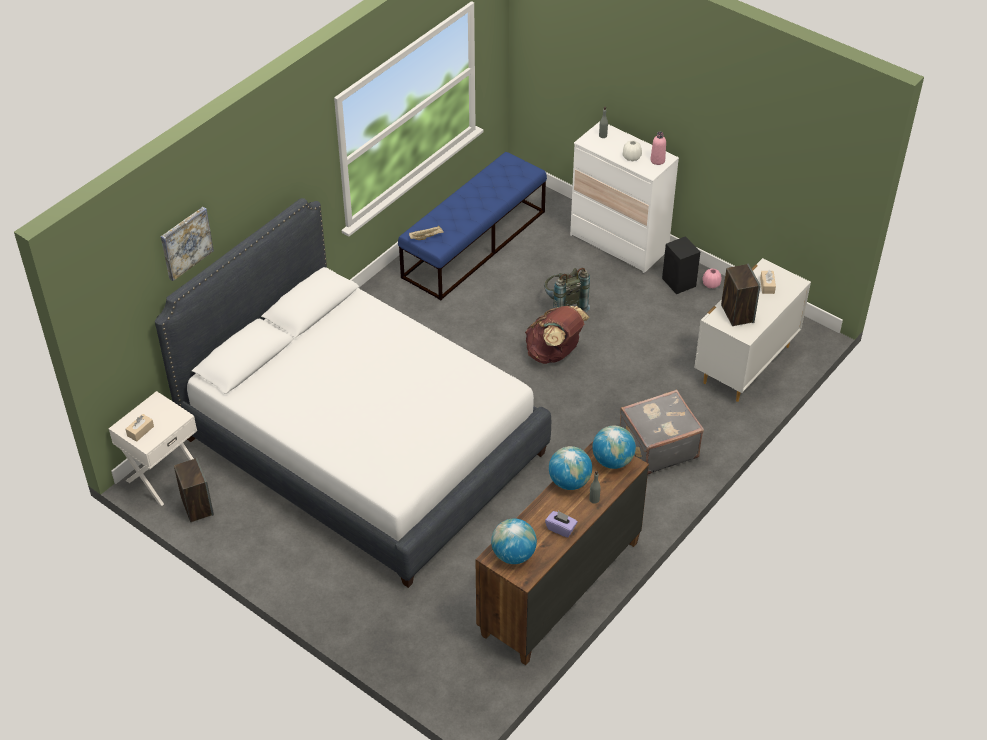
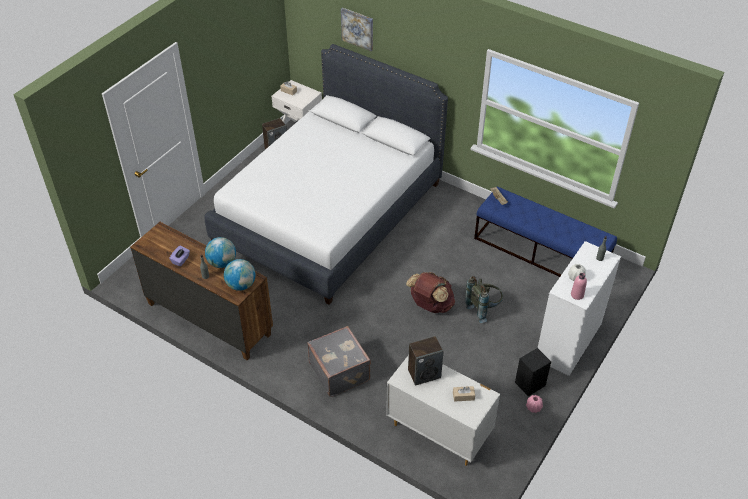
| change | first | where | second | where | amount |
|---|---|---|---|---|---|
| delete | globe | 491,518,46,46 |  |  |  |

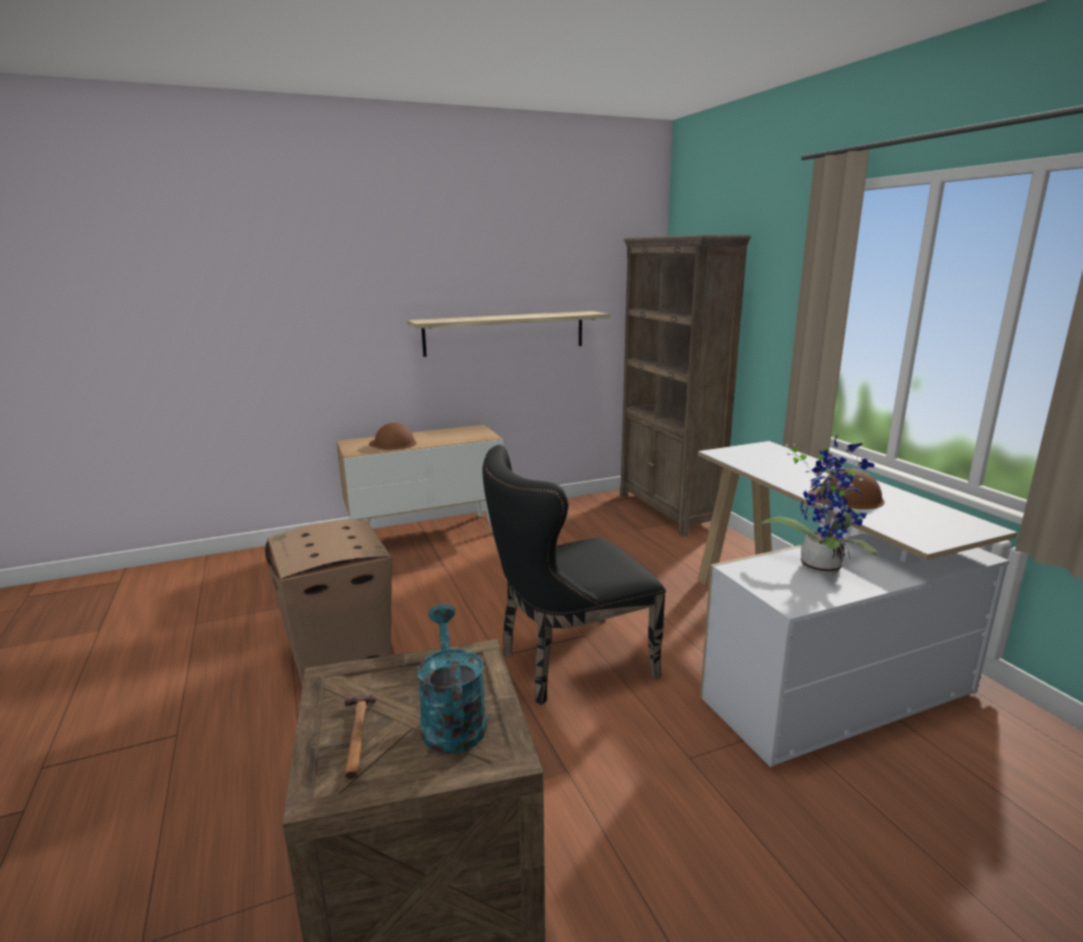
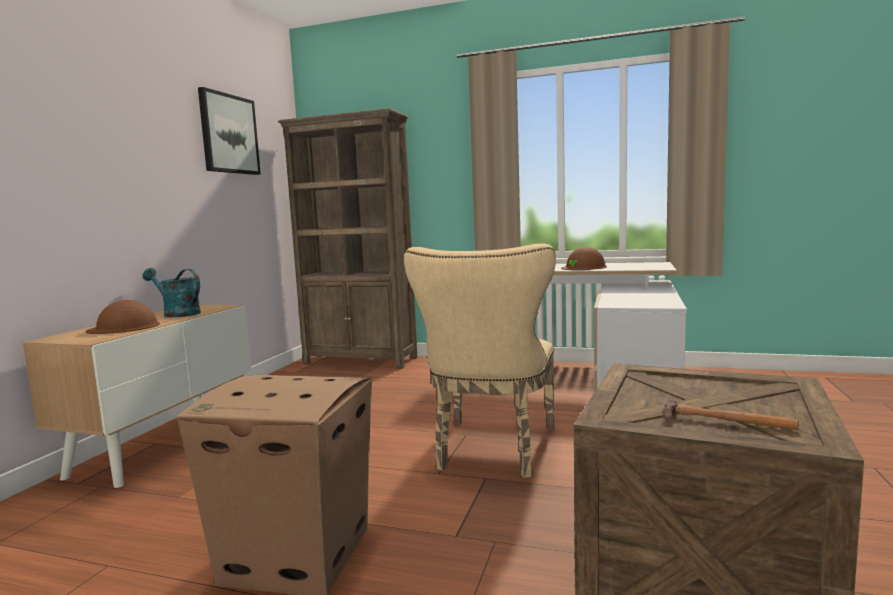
| change | first | where | second | where | amount |
|---|---|---|---|---|---|
| delete | shelf | 407,311,203,46 |  |  |  |
| delete | potted plant | 761,434,117,141 |  |  |  |
| insert |  |  | picture | 198,87,63,88 |  |
| move | turquoise watering can | 417,604,70,150 |  | 142,268,59,49 |  |
| recolor | black chair | 482,445,184,260 | beige chair | 404,244,152,234 |  |

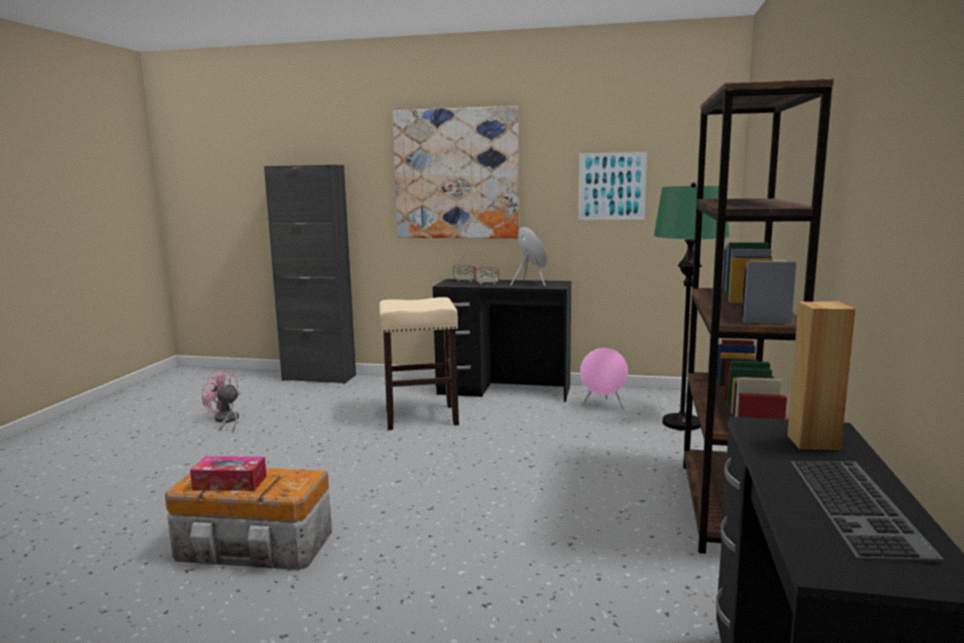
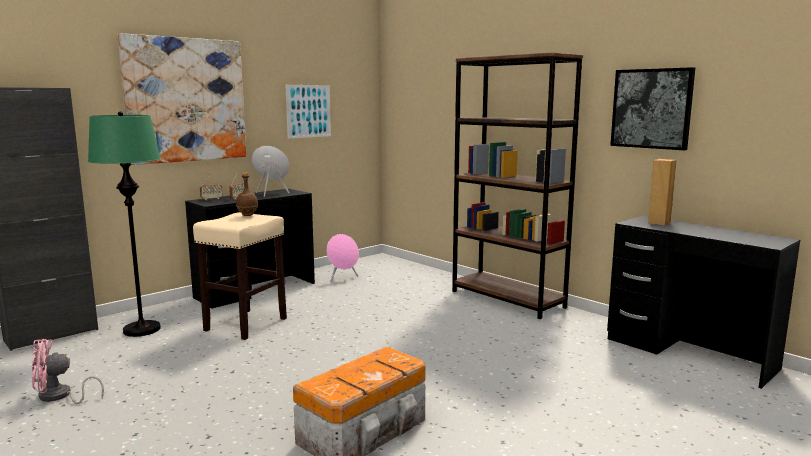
| change | first | where | second | where | amount |
|---|---|---|---|---|---|
| delete | tissue box | 190,456,77,35 |  |  |  |
| delete | keyboard | 791,461,153,101 |  |  |  |
| insert |  |  | brown bottle | 236,173,22,43 |  |
| insert |  |  | picture | 610,67,85,83 |  |
| move | green floor lamp | 654,182,76,249 |  | 88,111,73,226 |  |

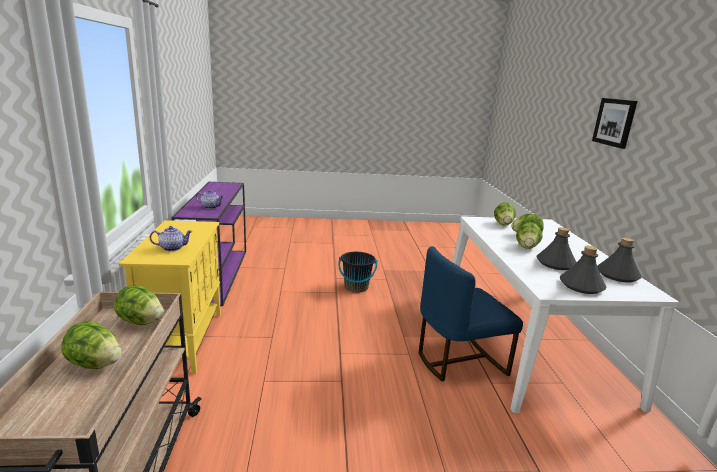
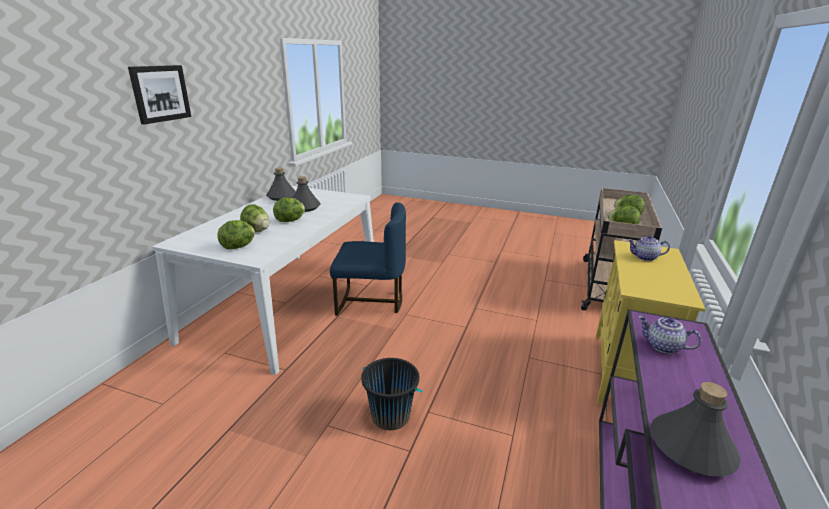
| change | first | where | second | where | amount |
|---|---|---|---|---|---|
| move | grey bottle | 560,246,46,48 |  | 650,382,91,95 |  |

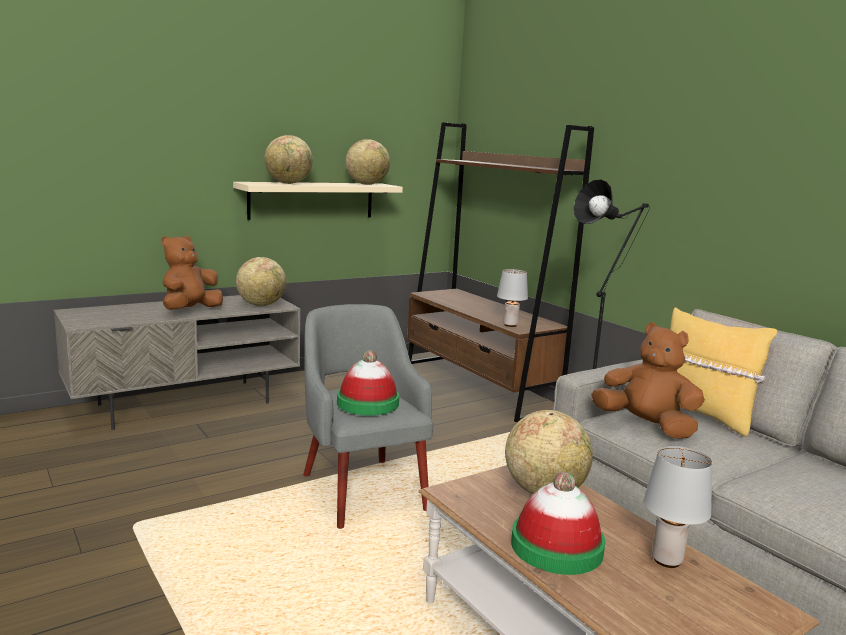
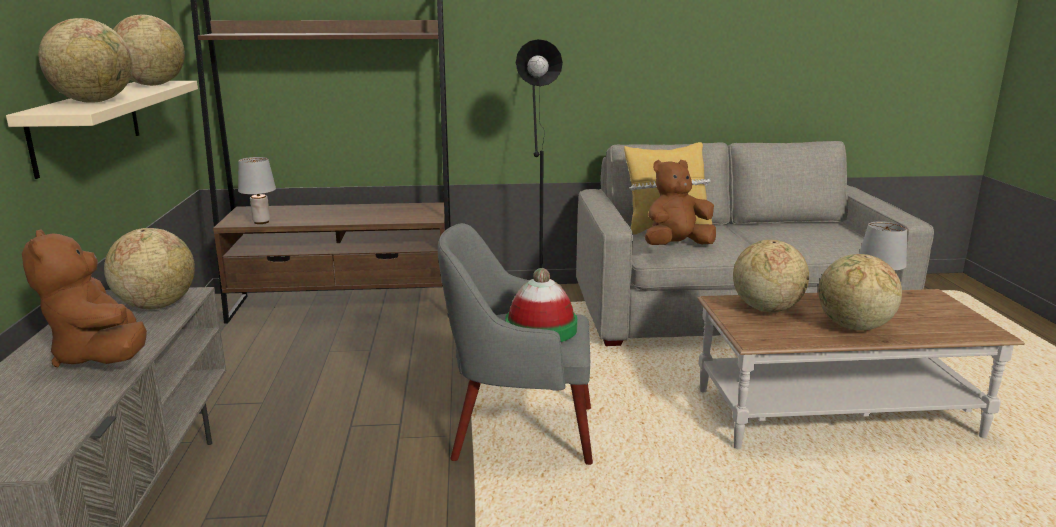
| change | first | where | second | where | amount |
|---|---|---|---|---|---|
| move | grey table lamp | 497,269,31,58 |  | 238,157,38,67 |  |
| replace | hat | 511,471,95,104 | globe | 818,254,84,77 |  |

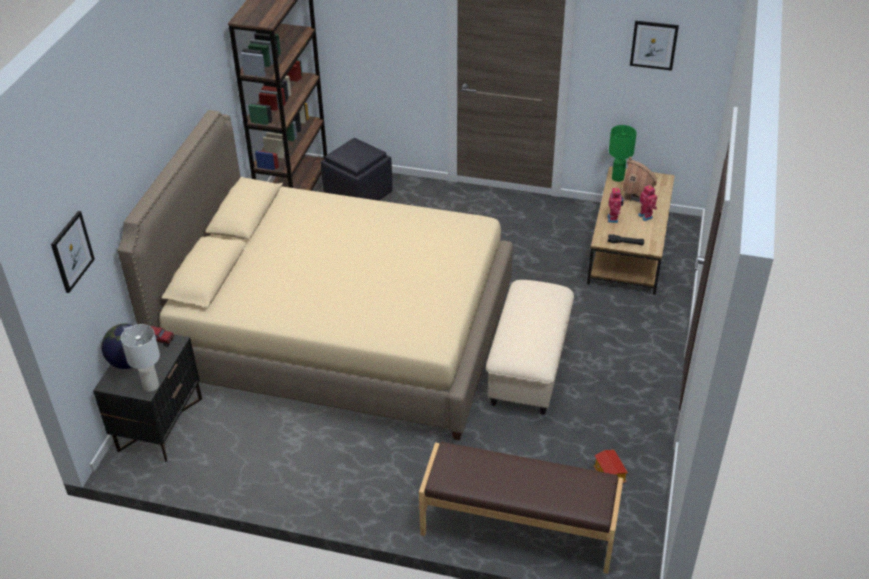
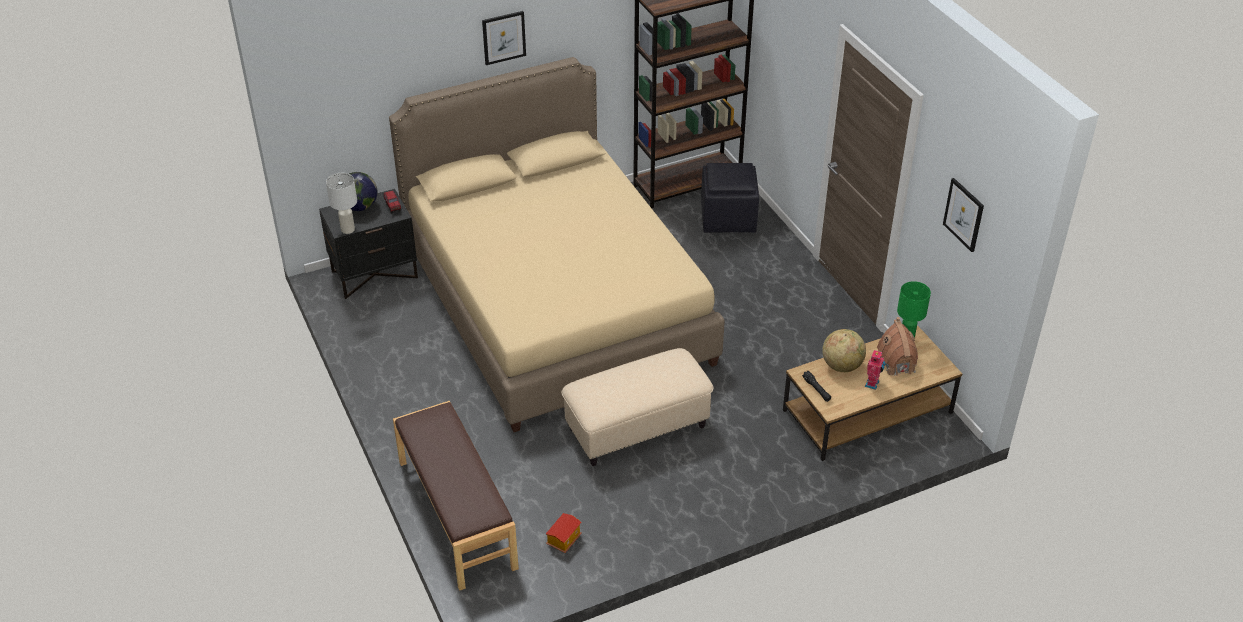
| change | first | where | second | where | amount |
|---|---|---|---|---|---|
| move | picture | 51,211,44,82 |  | 482,11,44,54 |  |
| replace | toy robot | 607,188,17,35 | globe | 822,329,44,43 |  |

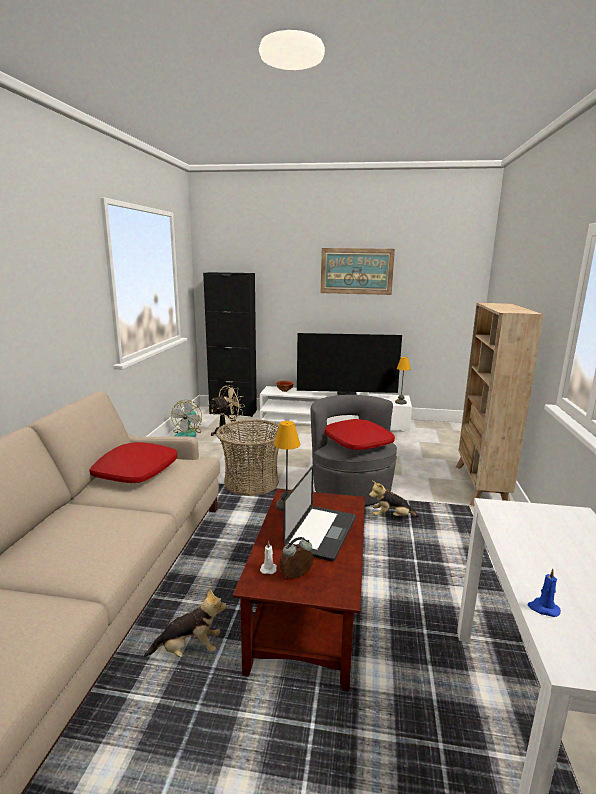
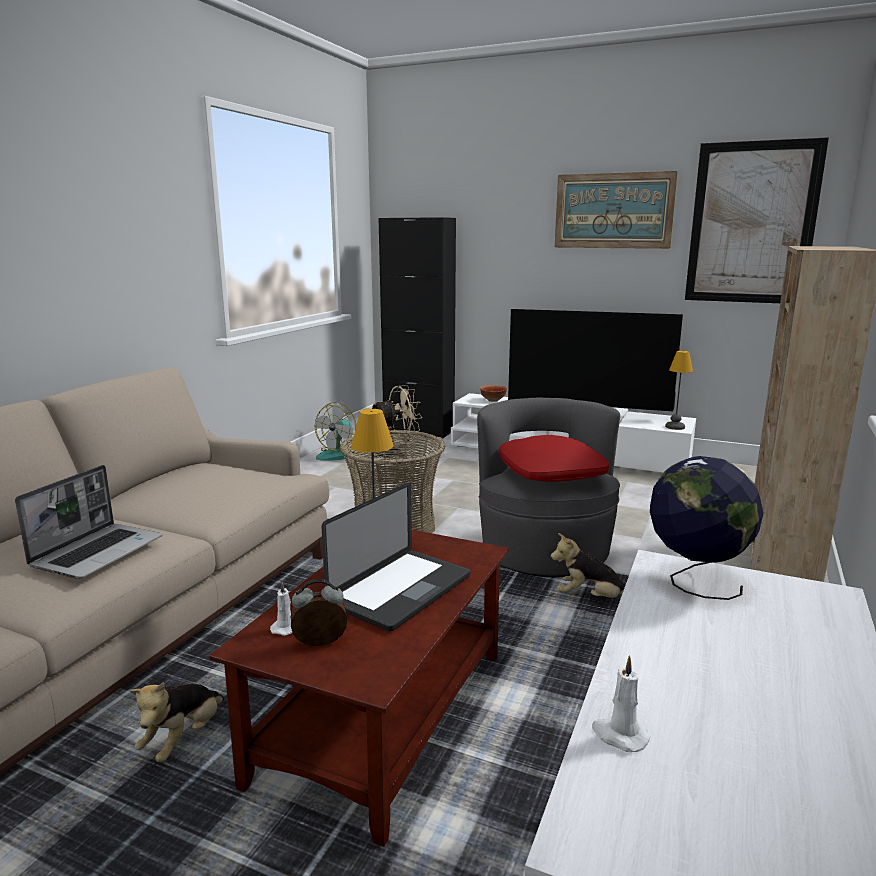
| change | first | where | second | where | amount |
|---|---|---|---|---|---|
| delete | red pillow | 89,442,88,41 |  |  |  |
| insert |  |  | laptop | 15,465,148,114 |  |
| insert |  |  | globe | 650,456,114,144 |  |
| insert |  |  | picture | 685,137,144,166 |  |
| recolor | blue candle | 528,569,33,48 | white candle | 592,655,58,97 |  |
| rotate | plush toy | 144,588,83,70 |  | 130,682,95,80 | 105 degrees clockwise |

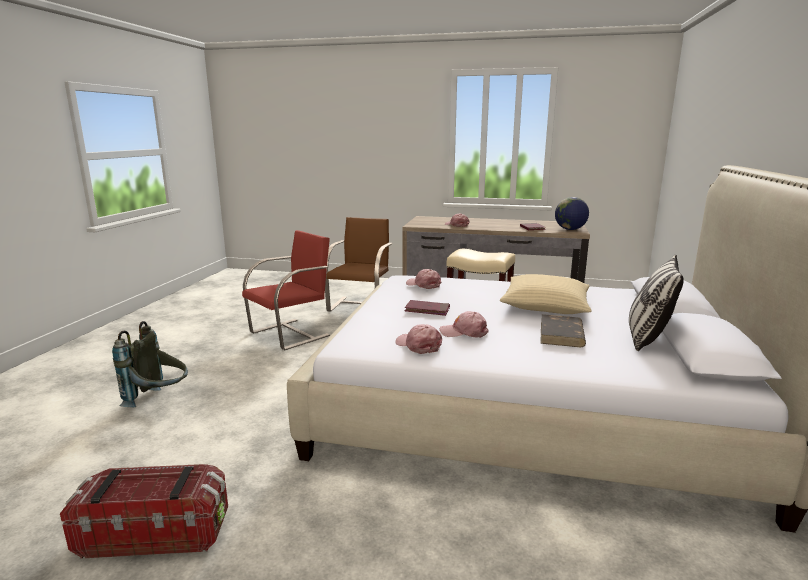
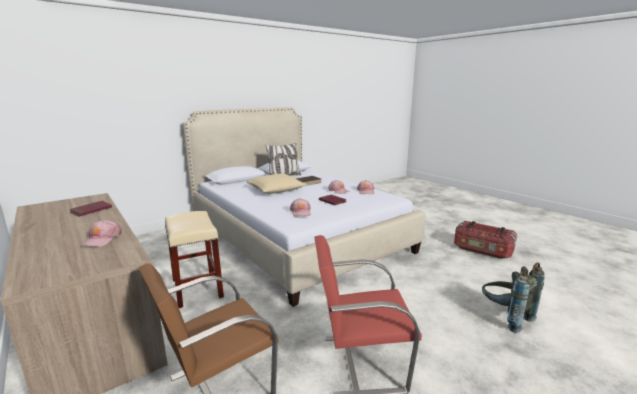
| change | first | where | second | where | amount |
|---|---|---|---|---|---|
| delete | globe | 555,197,34,33 |  |  |  |

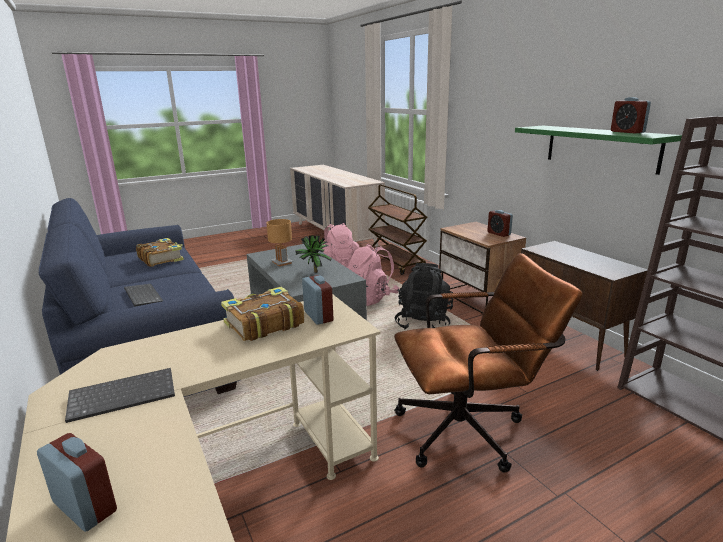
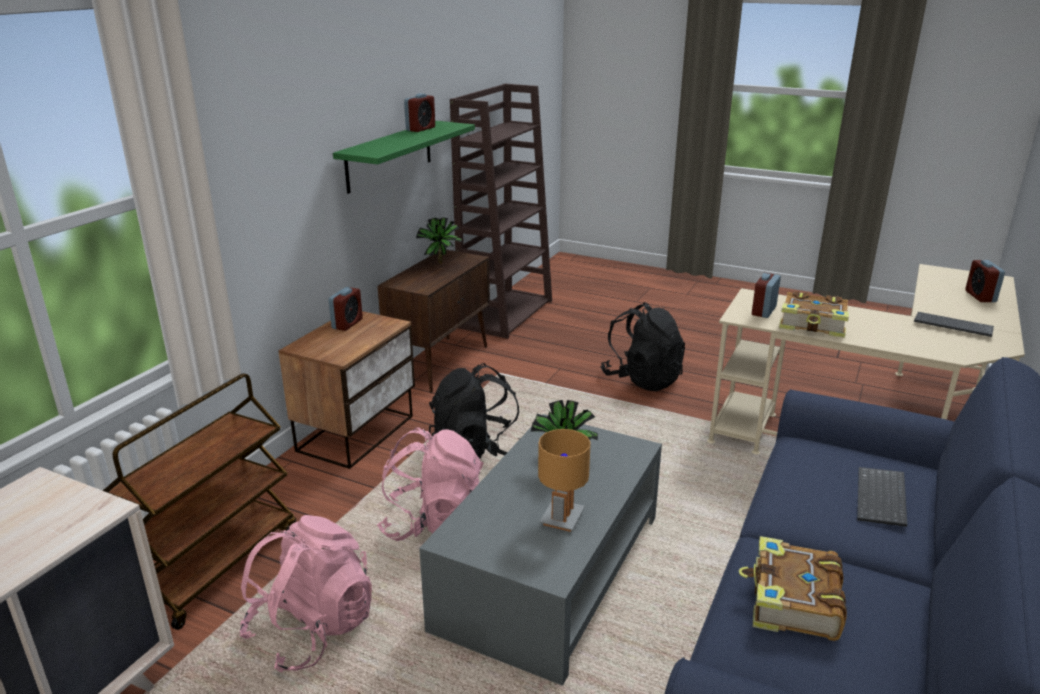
| change | first | where | second | where | amount |
|---|---|---|---|---|---|
| insert |  |  | potted plant | 416,218,46,46 |  |
| replace | brown office chair | 394,253,189,220 | black backpack | 601,302,84,89 |  |

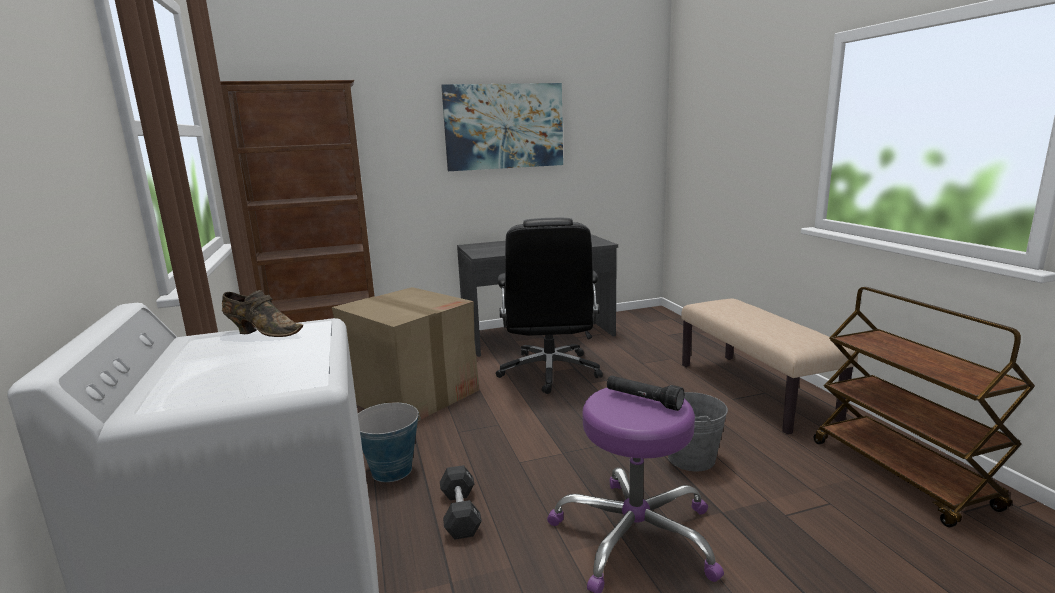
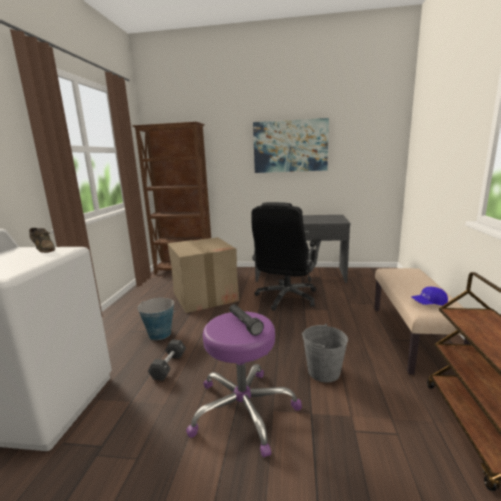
| change | first | where | second | where | amount |
|---|---|---|---|---|---|
| insert |  |  | blue cap | 411,287,37,18 |  |

